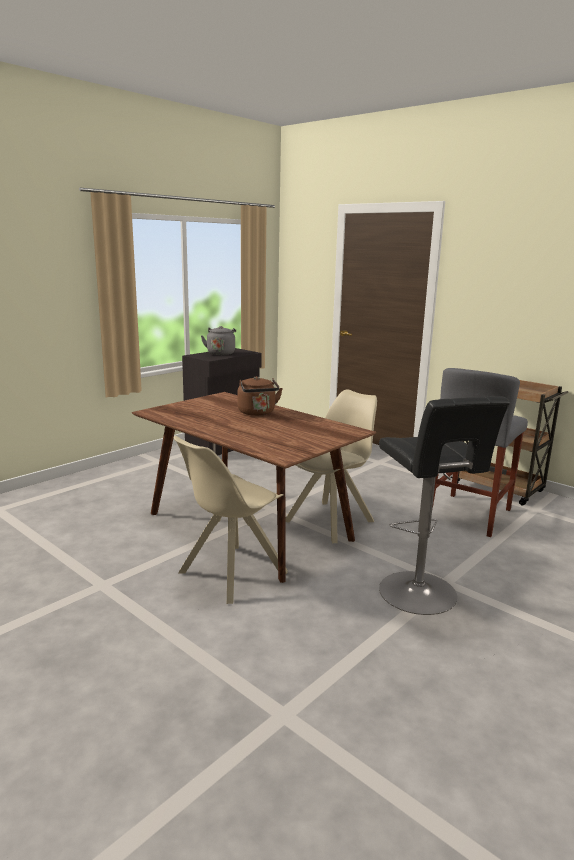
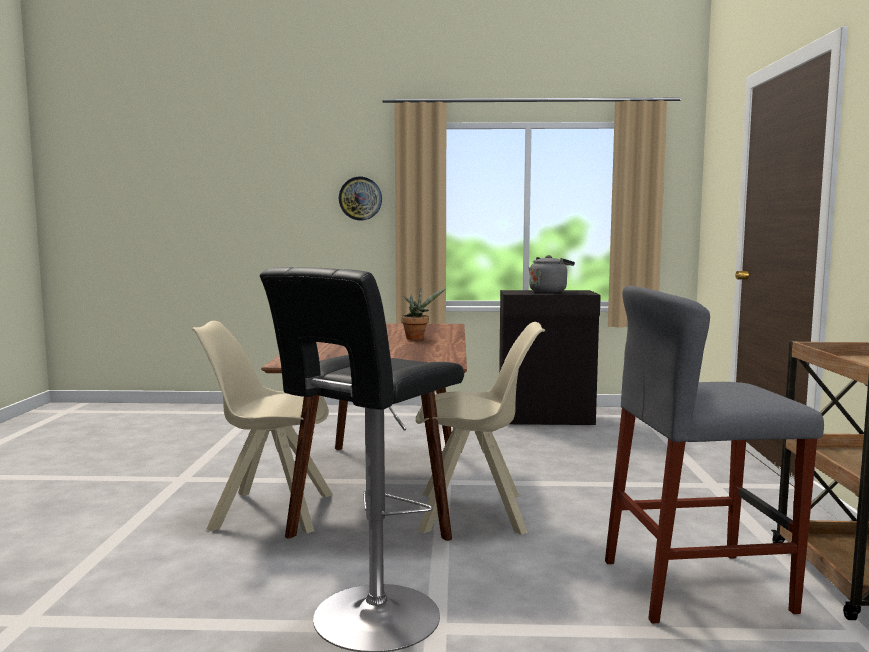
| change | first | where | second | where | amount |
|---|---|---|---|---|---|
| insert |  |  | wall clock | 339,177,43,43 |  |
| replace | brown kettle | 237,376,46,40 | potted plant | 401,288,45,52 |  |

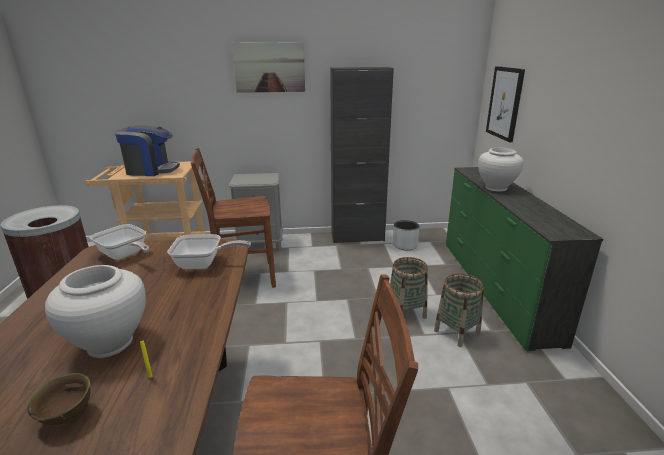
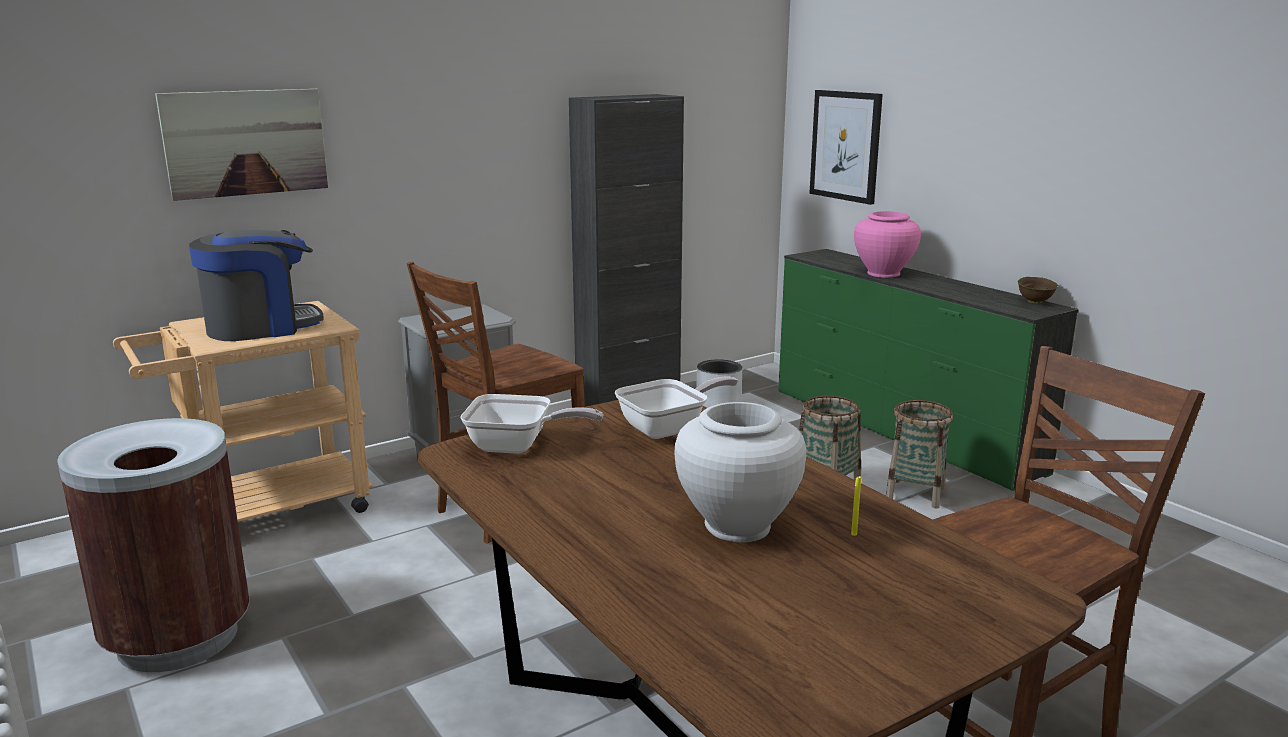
| change | first | where | second | where | amount |
|---|---|---|---|---|---|
| move | brown bowl | 27,373,63,52 |  | 1018,277,40,27 |  |
| move | picture | 232,42,73,51 |  | 155,89,173,112 |  |
| recolor | white vase | 478,148,46,43 | pink vase | 854,211,67,67 |  |

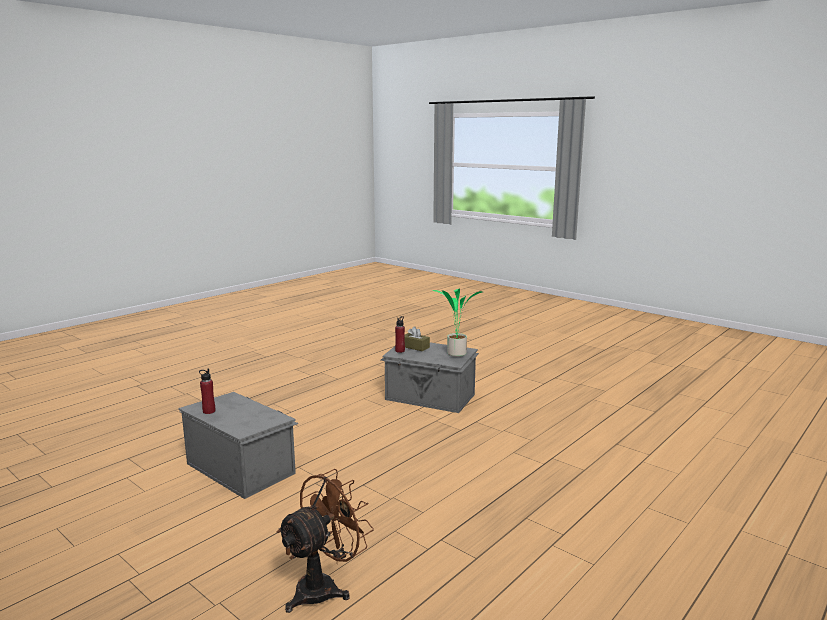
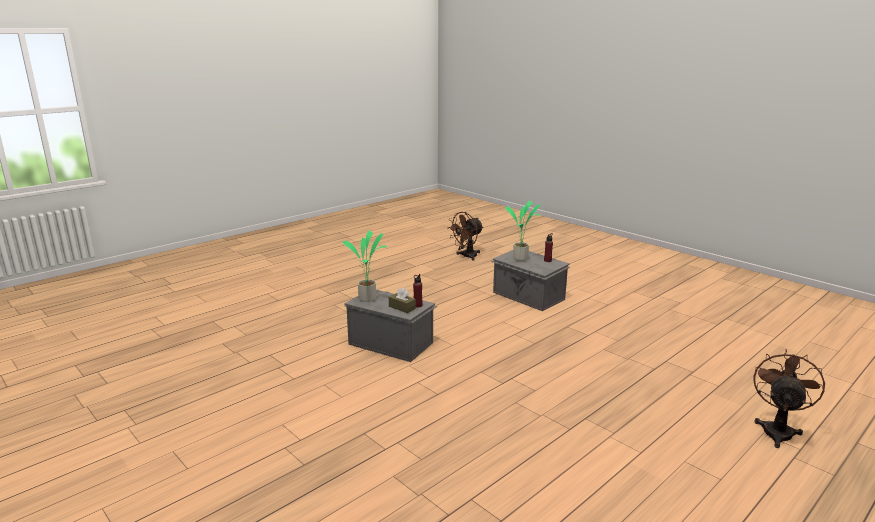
| change | first | where | second | where | amount |
|---|---|---|---|---|---|
| insert |  |  | potted plant | 505,201,36,60 |  |
| insert |  |  | brown fan | 754,349,71,99 |  |

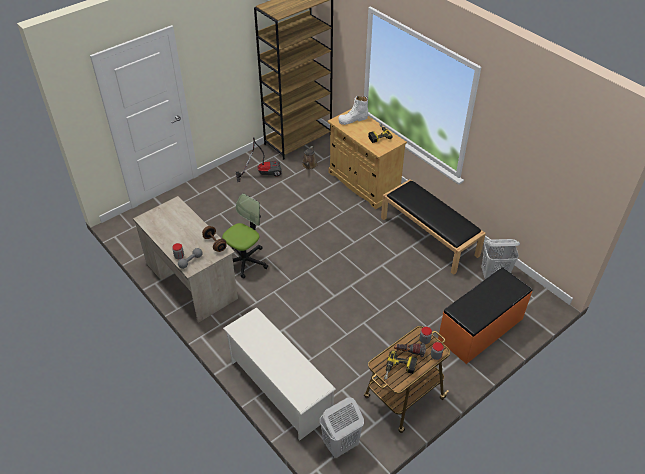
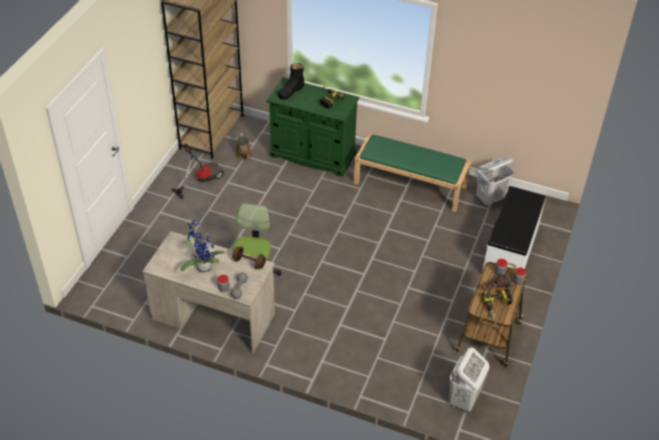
| change | first | where | second | where | amount |
|---|---|---|---|---|---|
| delete | white shoe rack | 223,307,113,133 |  |  |  |
| insert |  |  | potted plant | 180,220,45,52 |  |
| recolor | beige cabinet | 327,109,80,100 | green cabinet | 266,77,93,100 |  |
| recolor | white boot | 338,96,30,29 | black boot | 278,63,26,37 |  |
| recolor | black bench | 381,179,105,96 | green bench | 354,134,117,78 |  |
| recolor | orange bench | 438,267,94,97 | white bench | 482,186,64,99 |  |

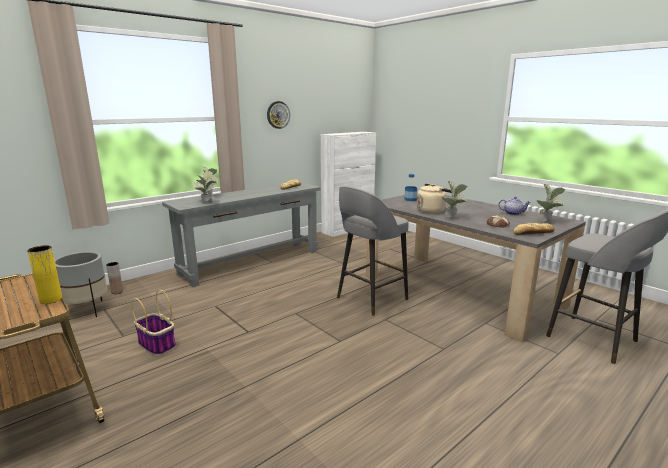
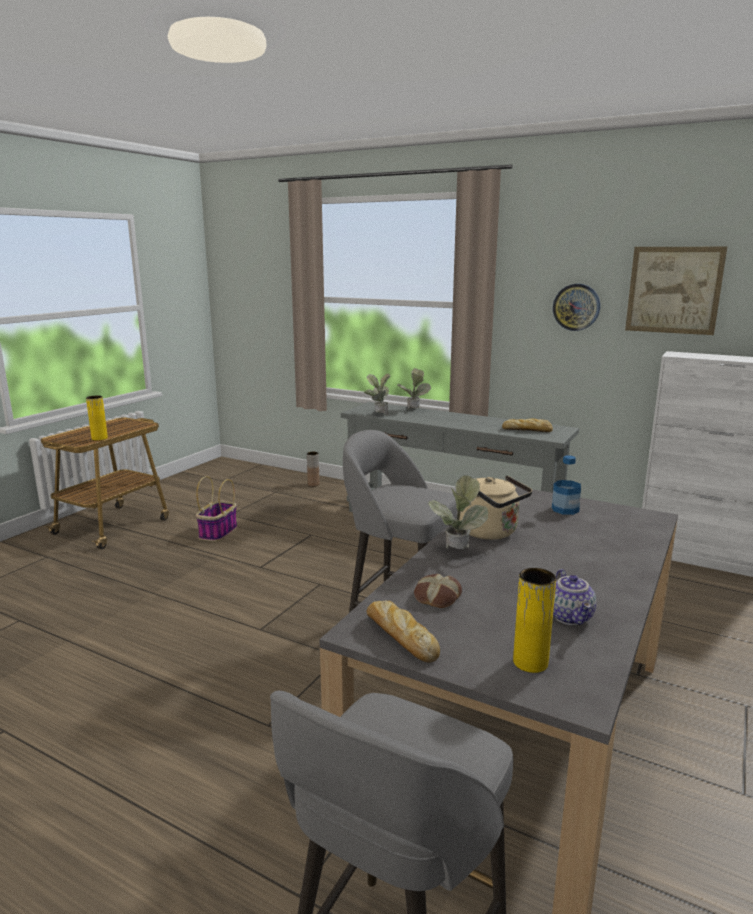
| change | first | where | second | where | amount |
|---|---|---|---|---|---|
| delete | grey planter | 55,252,52,65 |  |  |  |
| insert |  |  | picture | 625,247,102,88 |  |
| replace | potted plant | 537,184,29,38 | yellow vase | 513,568,43,105 |  |

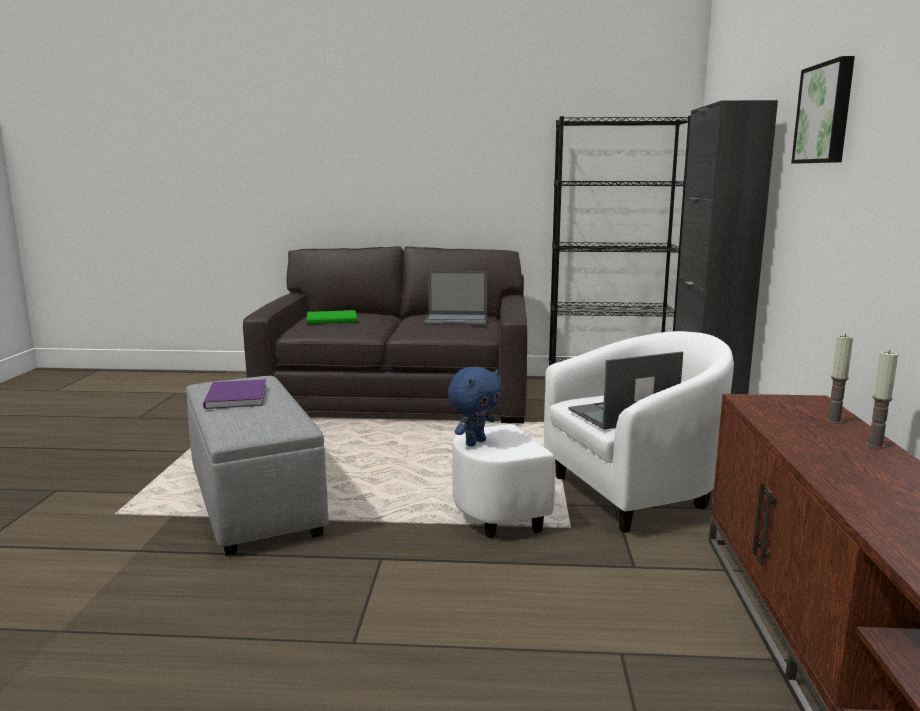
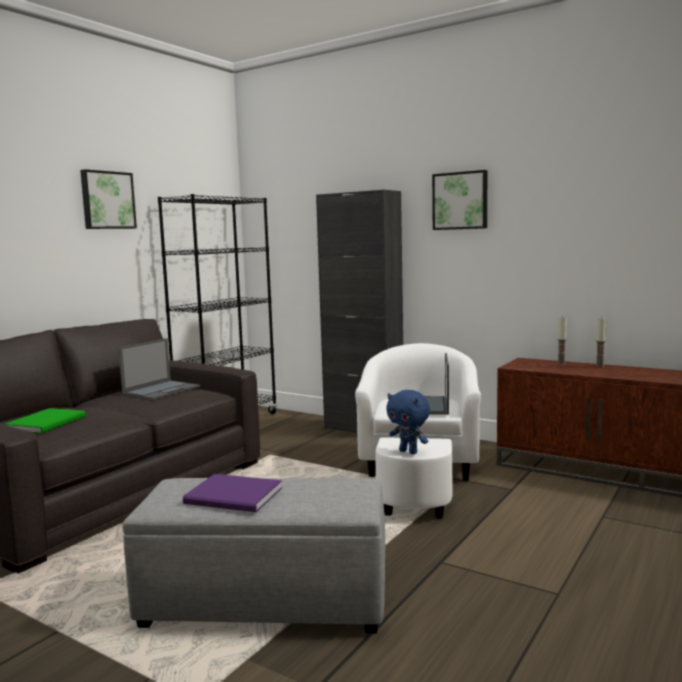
| change | first | where | second | where | amount |
|---|---|---|---|---|---|
| insert |  |  | picture | 80,169,57,60 |  |
| rotate | blue plush toy | 448,366,54,81 |  | 386,390,44,64 | 150 degrees clockwise |

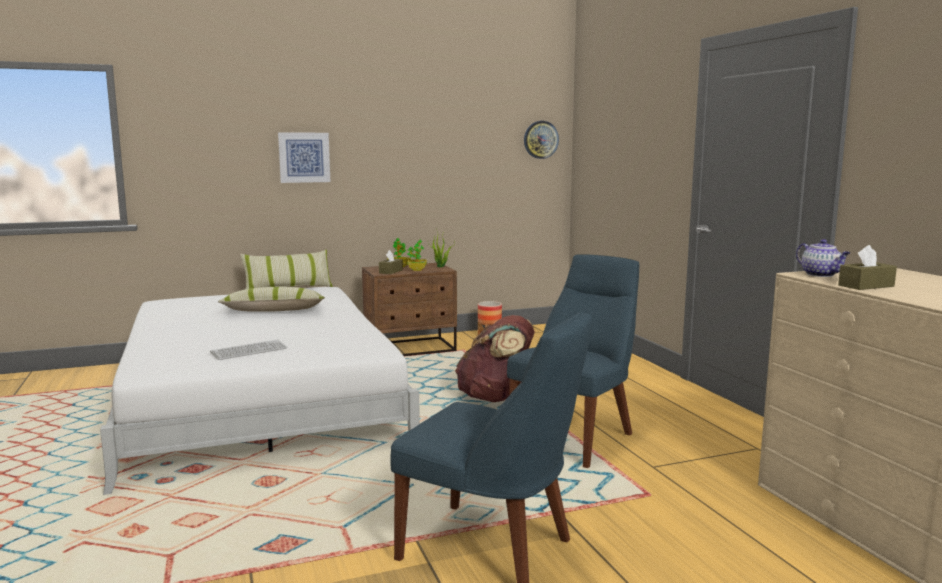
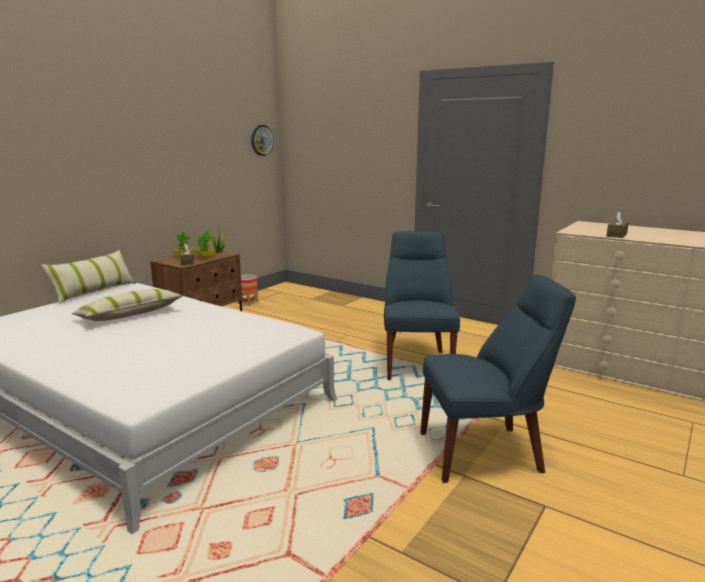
| change | first | where | second | where | amount |
|---|---|---|---|---|---|
| delete | keyboard | 210,340,77,20 |  |  |  |
| delete | picture | 278,132,52,51 |  |  |  |
| delete | brown backpack | 455,315,80,87 |  |  |  |
| delete | teapot | 796,239,54,38 |  |  |  |

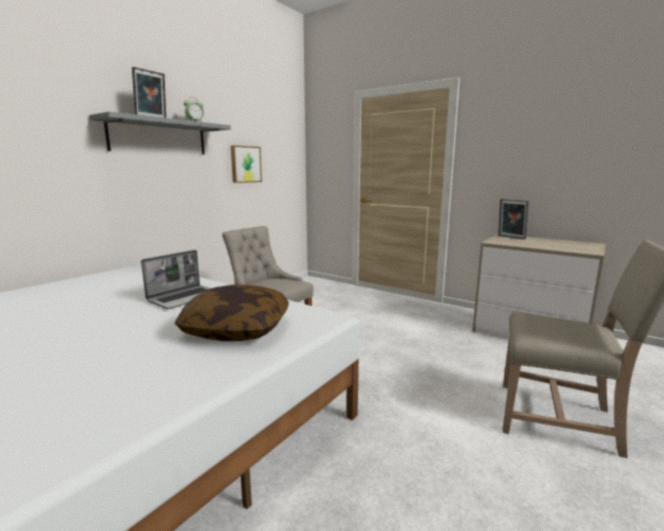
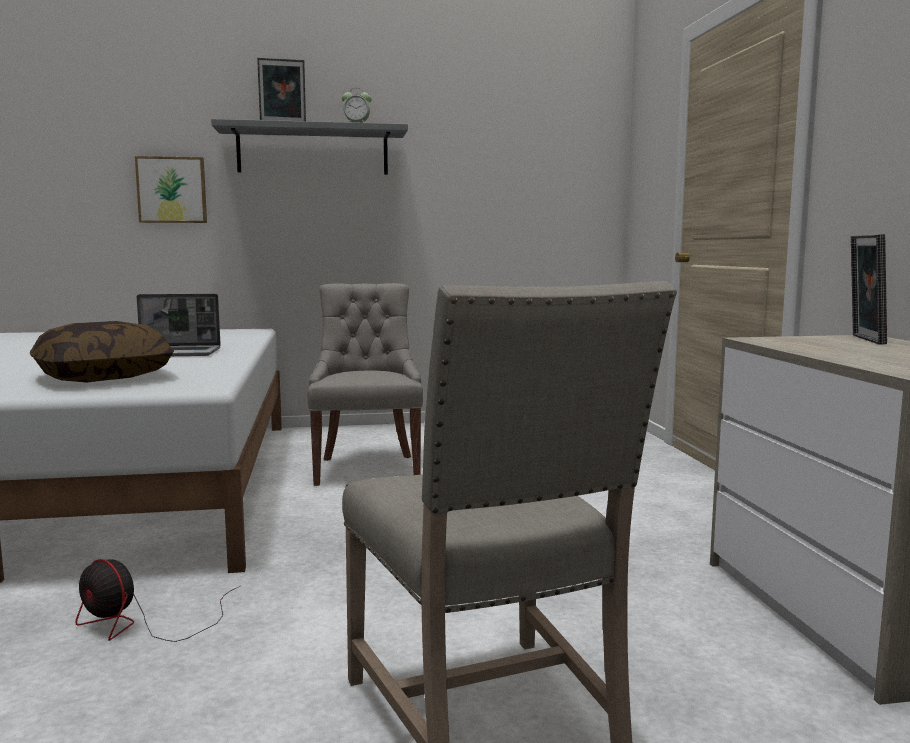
| change | first | where | second | where | amount |
|---|---|---|---|---|---|
| insert |  |  | fan | 75,559,165,83 |  |
| move | picture | 231,145,31,38 |  | 135,156,72,67 |  |

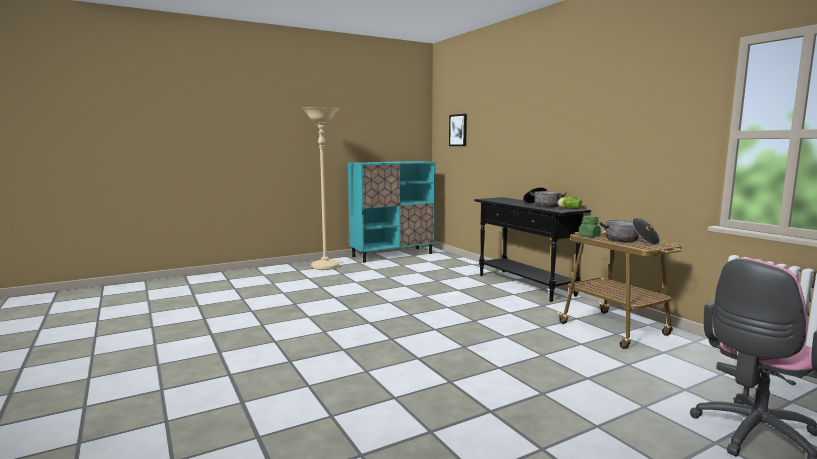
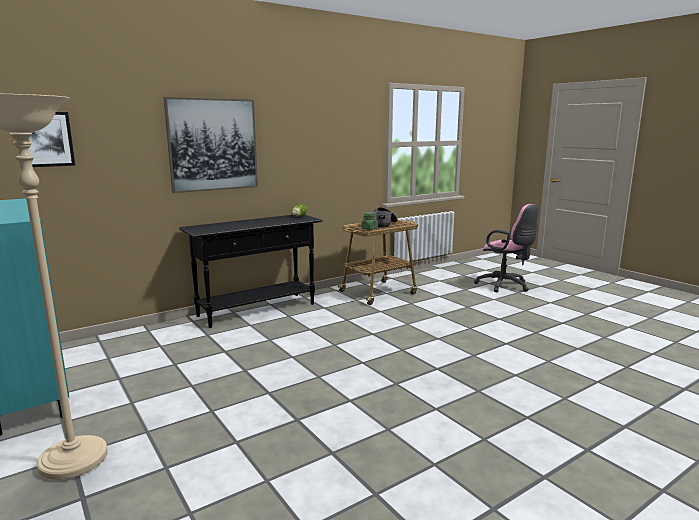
| change | first | where | second | where | amount |
|---|---|---|---|---|---|
| delete | cooking pot | 523,187,44,20 |  |  |  |
| insert |  |  | picture | 163,97,95,96 |  |

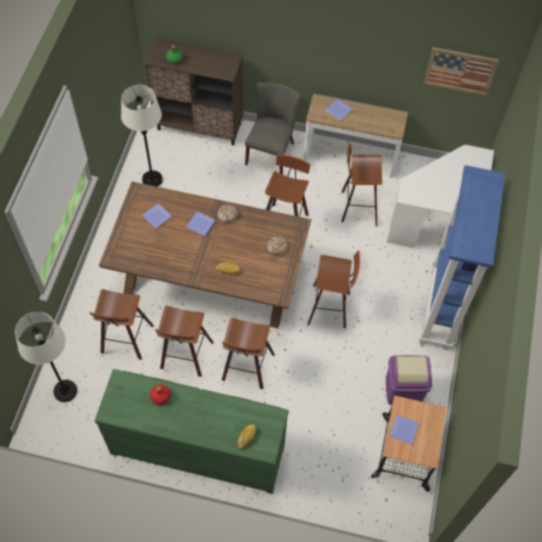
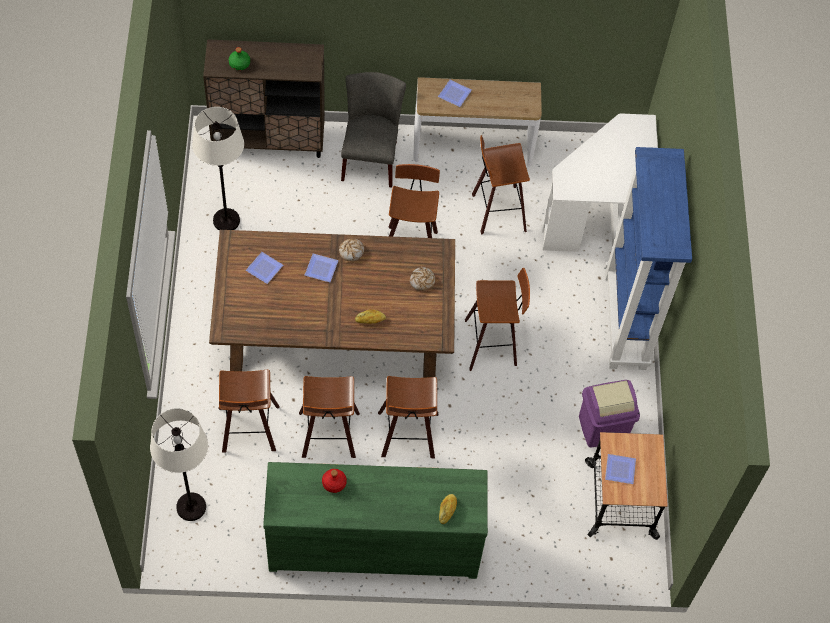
| change | first | where | second | where | amount |
|---|---|---|---|---|---|
| delete | picture | 423,47,76,49 |  |  |  |

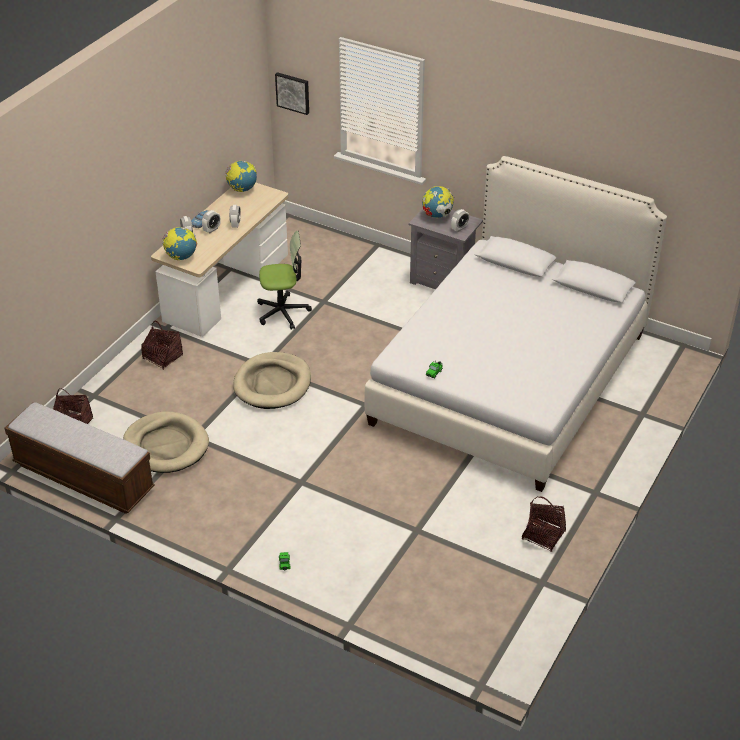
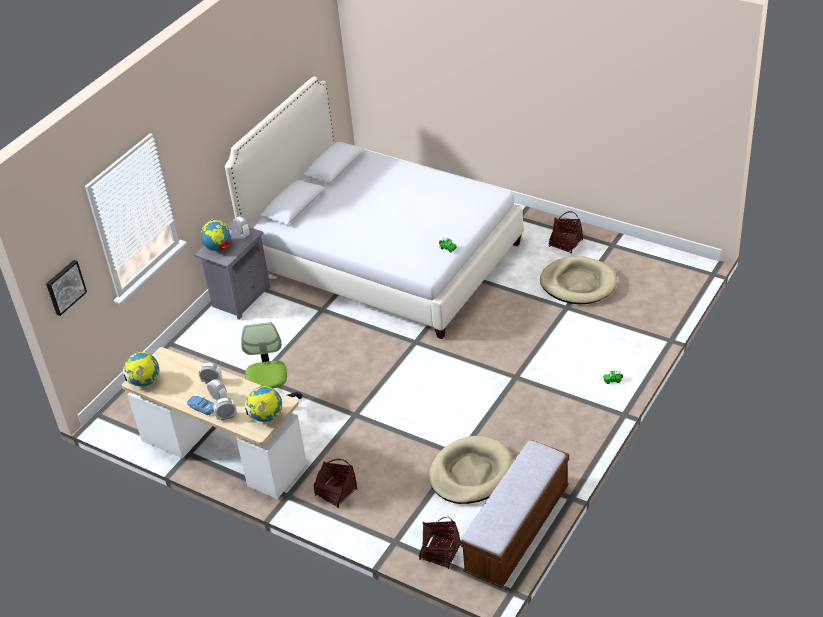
| change | first | where | second | where | amount |
|---|---|---|---|---|---|
| move | beige dog bed | 233,352,78,57 |  | 540,256,77,48 |  |

